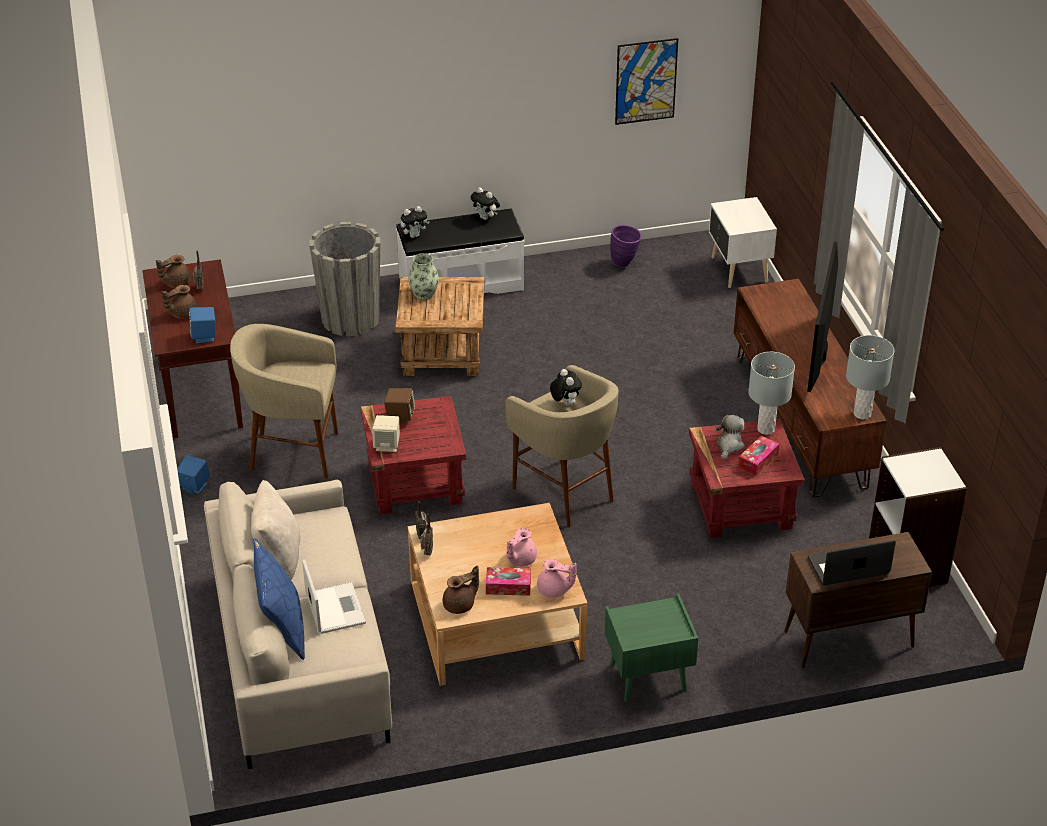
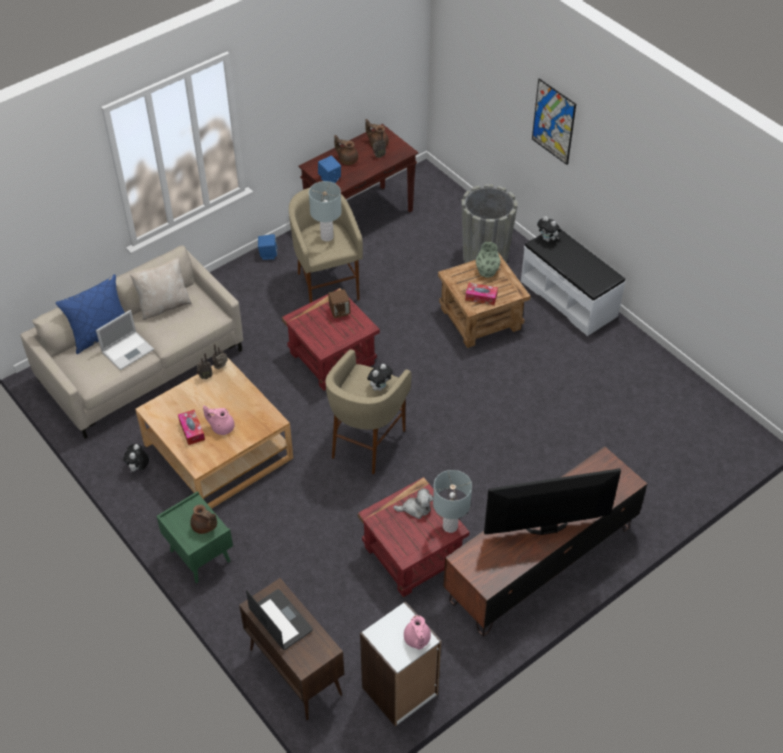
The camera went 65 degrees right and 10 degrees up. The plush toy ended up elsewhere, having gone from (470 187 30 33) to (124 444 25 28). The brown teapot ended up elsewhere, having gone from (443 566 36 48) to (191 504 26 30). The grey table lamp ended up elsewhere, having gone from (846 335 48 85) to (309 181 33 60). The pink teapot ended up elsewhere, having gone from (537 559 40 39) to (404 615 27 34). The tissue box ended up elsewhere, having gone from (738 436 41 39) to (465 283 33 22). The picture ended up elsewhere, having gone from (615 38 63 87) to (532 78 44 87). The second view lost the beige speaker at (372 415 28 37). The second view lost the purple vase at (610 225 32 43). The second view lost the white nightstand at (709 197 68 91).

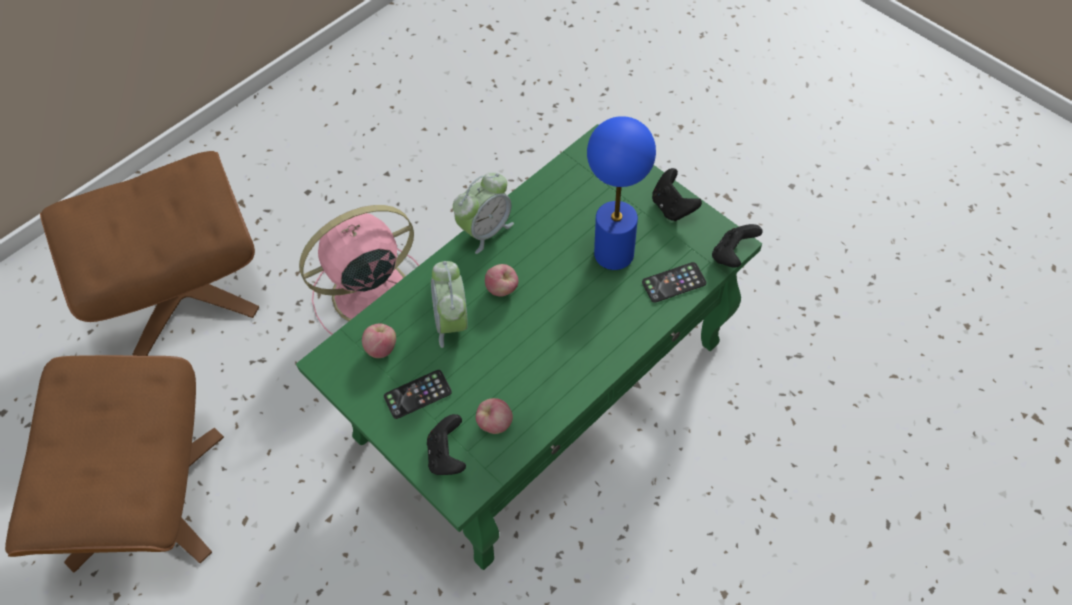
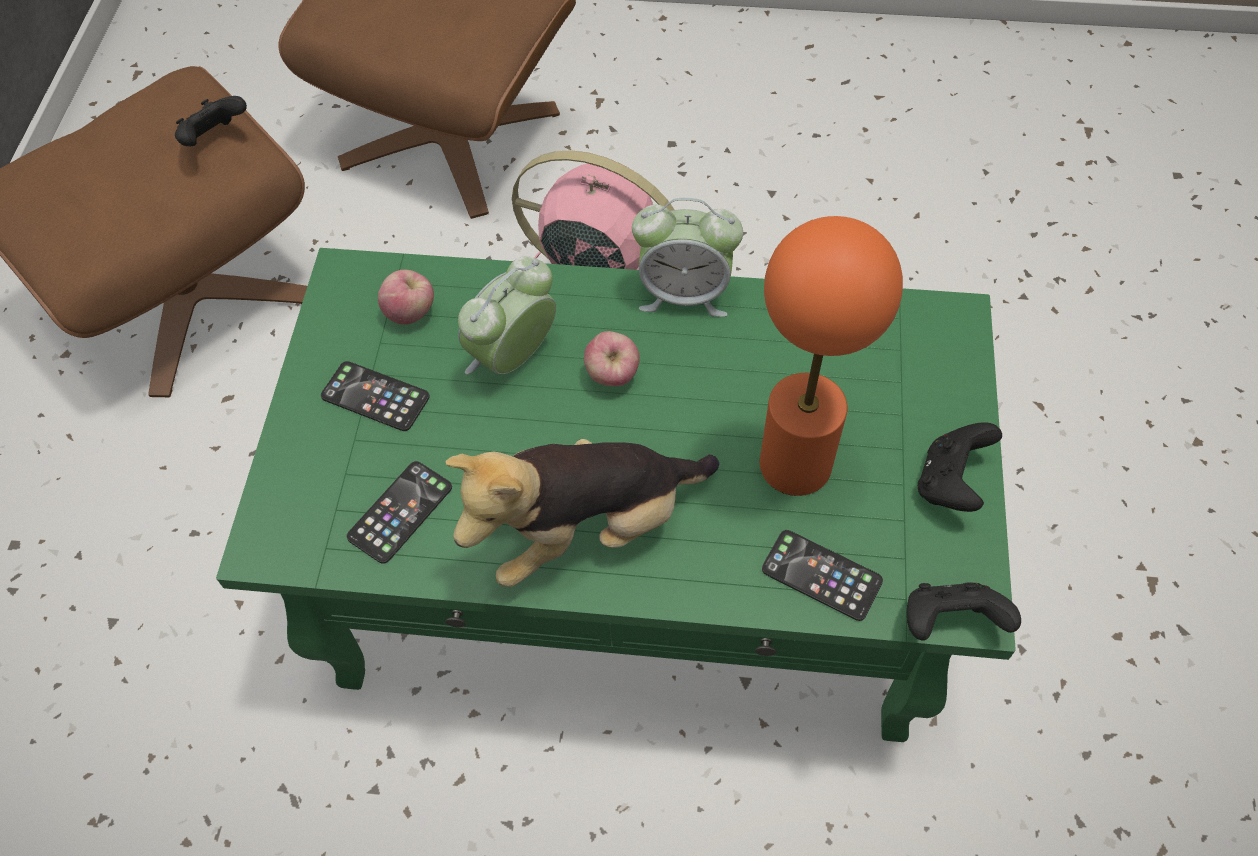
The camera went 50 degrees right and 0 degrees up. The black game controller ended up elsewhere, having gone from (427 414 39 61) to (175 96 72 50). Where the apple stood at (476 398 37 36), the phone came to stand at (347 461 105 103). The second view gained the plush toy at (445 439 274 148). What was the blue table lamp at (587 116 69 154) turned into the orange table lamp at (760 216 143 280).

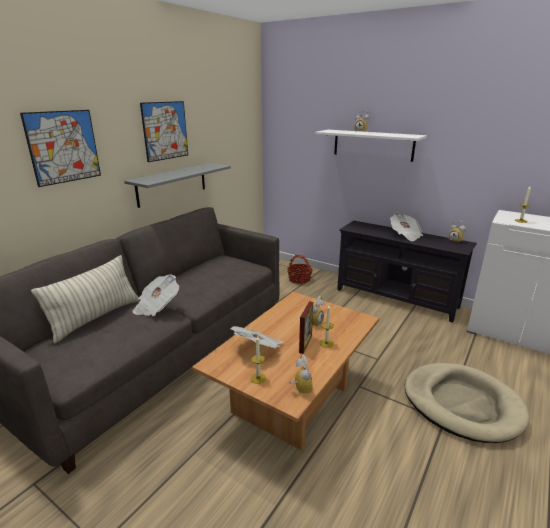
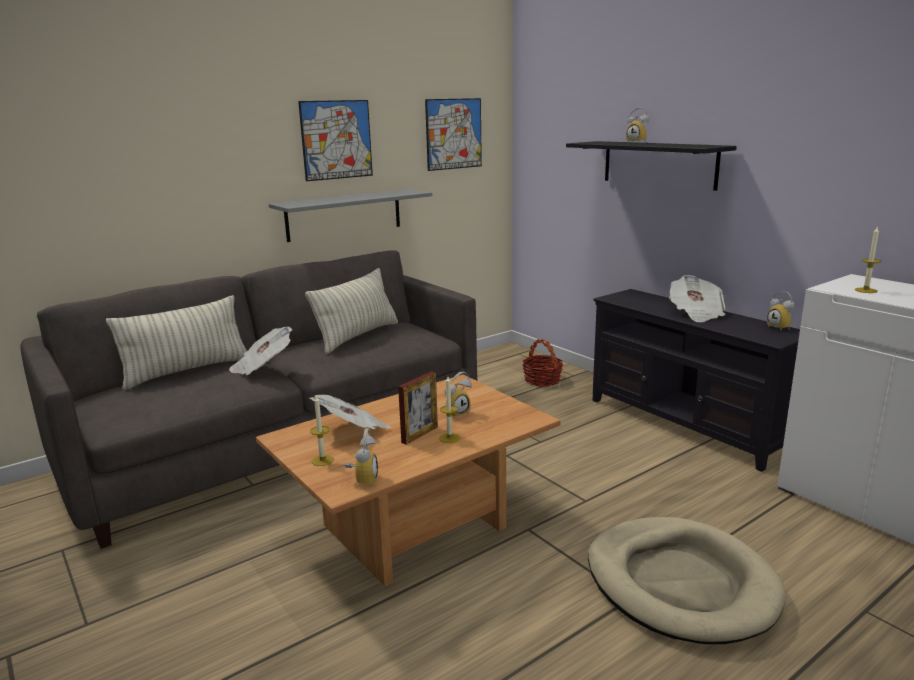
The camera went 20 degrees right and 5 degrees down. The second view gained the pillow at (305 268 93 86). The picture ended up elsewhere, having gone from (20 110 81 77) to (425 98 57 73). What was the white shelf at (315 130 112 32) turned into the black shelf at (566 141 171 50).

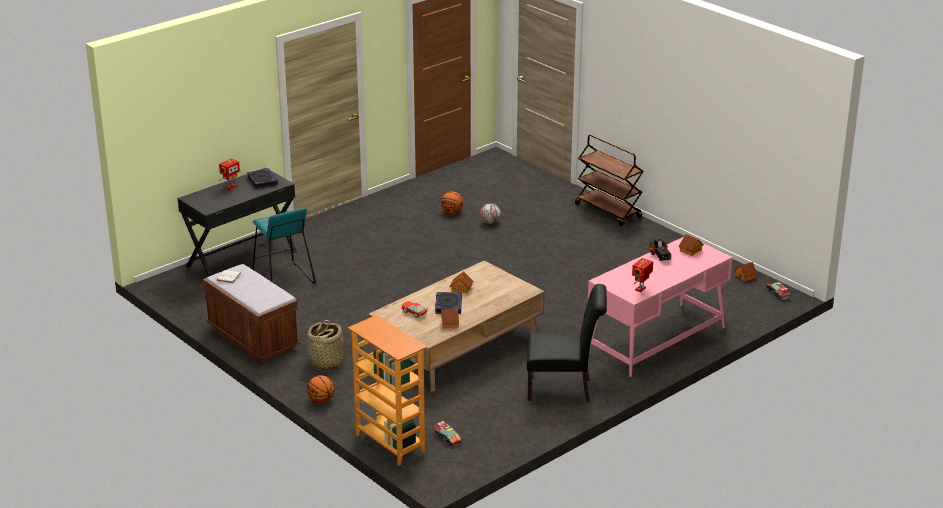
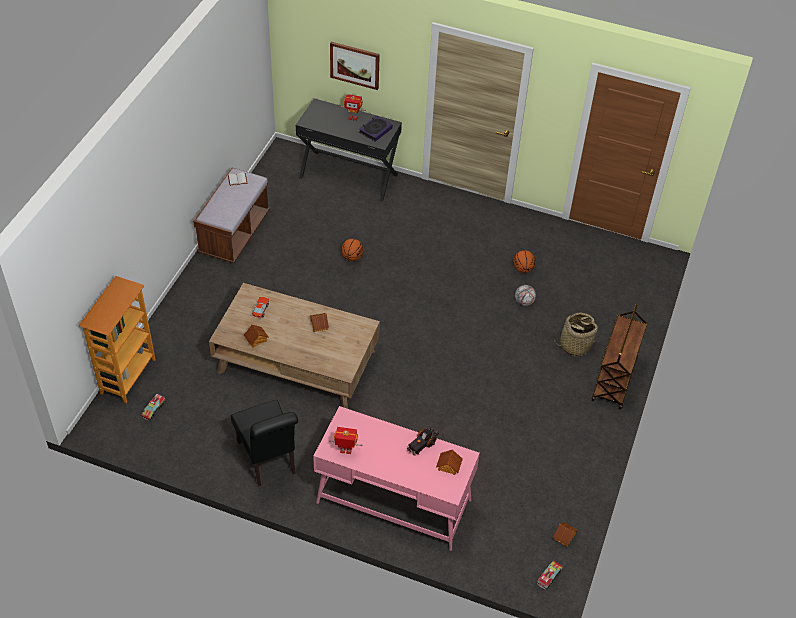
The camera went 60 degrees right and 20 degrees up. The second view gained the picture at (330 42 50 48). The basketball ended up elsewhere, having gone from (307 375 27 28) to (341 239 22 22). The basket ended up elsewhere, having gone from (307 320 37 50) to (554 312 44 44). The second view lost the turquoise stool at (252 208 64 76). The second view lost the book at (435 292 27 22).

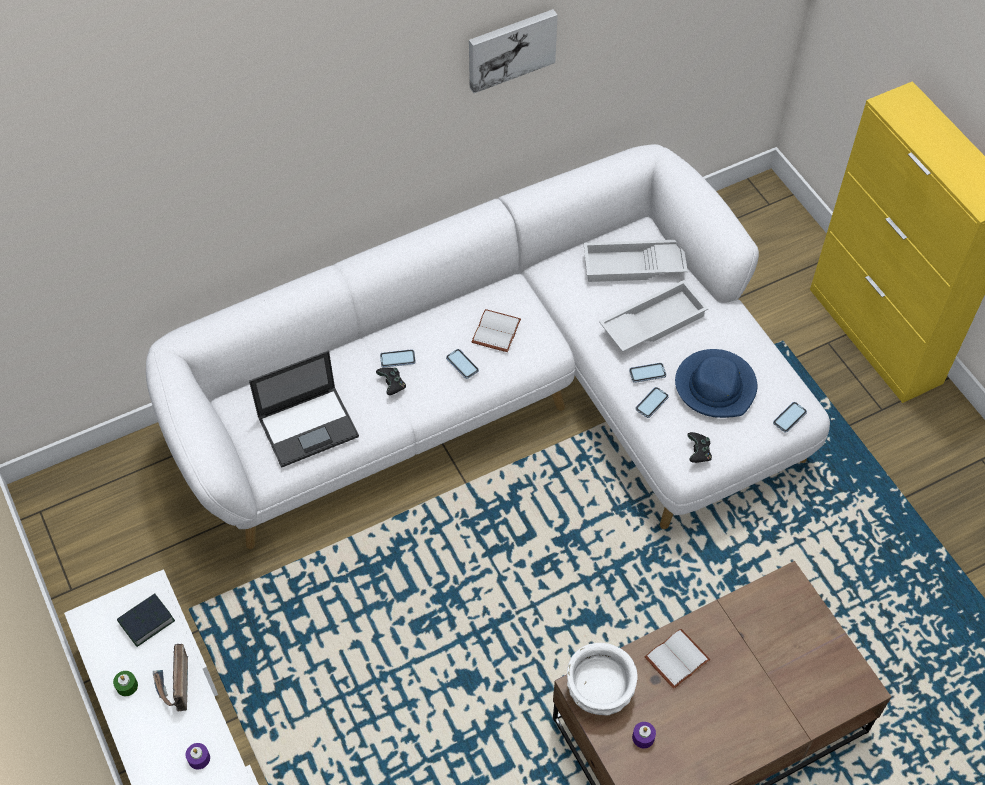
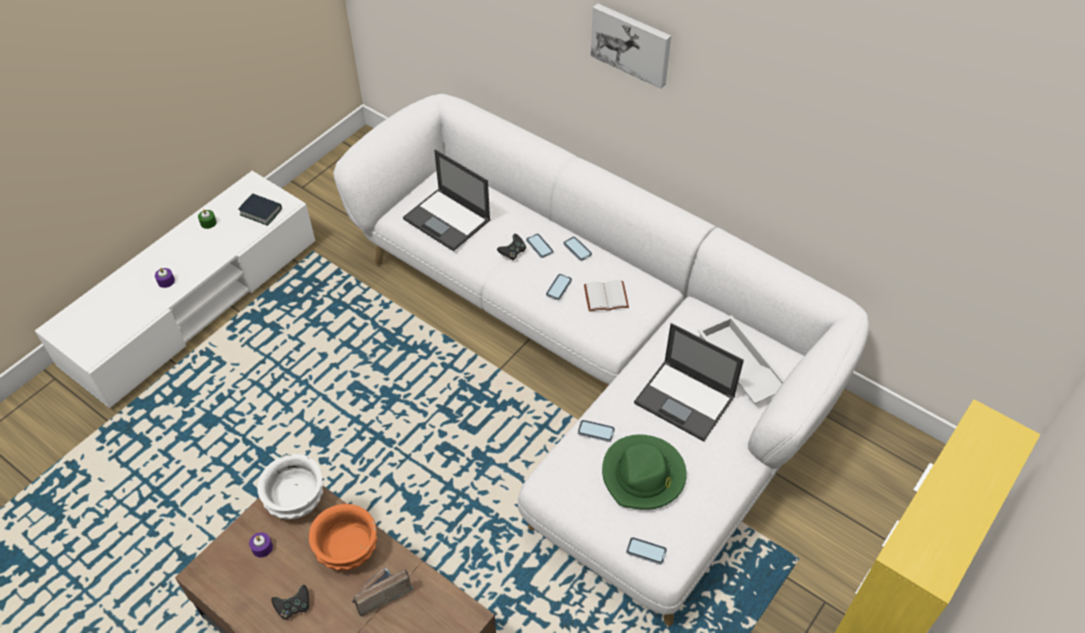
The camera went 65 degrees right and 5 degrees down. The black game controller ended up elsewhere, having gone from (687 432 25 31) to (272 585 37 35). Where the white book stood at (645 628 65 61), the orange bowl came to stand at (309 504 68 67). The radio ended up elsewhere, having gone from (153 644 35 67) to (352 567 61 49). The phone ended up elsewhere, having gone from (629 363 37 20) to (563 237 29 24). The picture ended up elsewhere, having gone from (469 9 89 84) to (591 4 80 85). What was the blue hat at (675 349 82 69) turned into the green hat at (602 435 85 75). Where the white tray stood at (599 280 110 72), the laptop came to stand at (634 323 110 119).

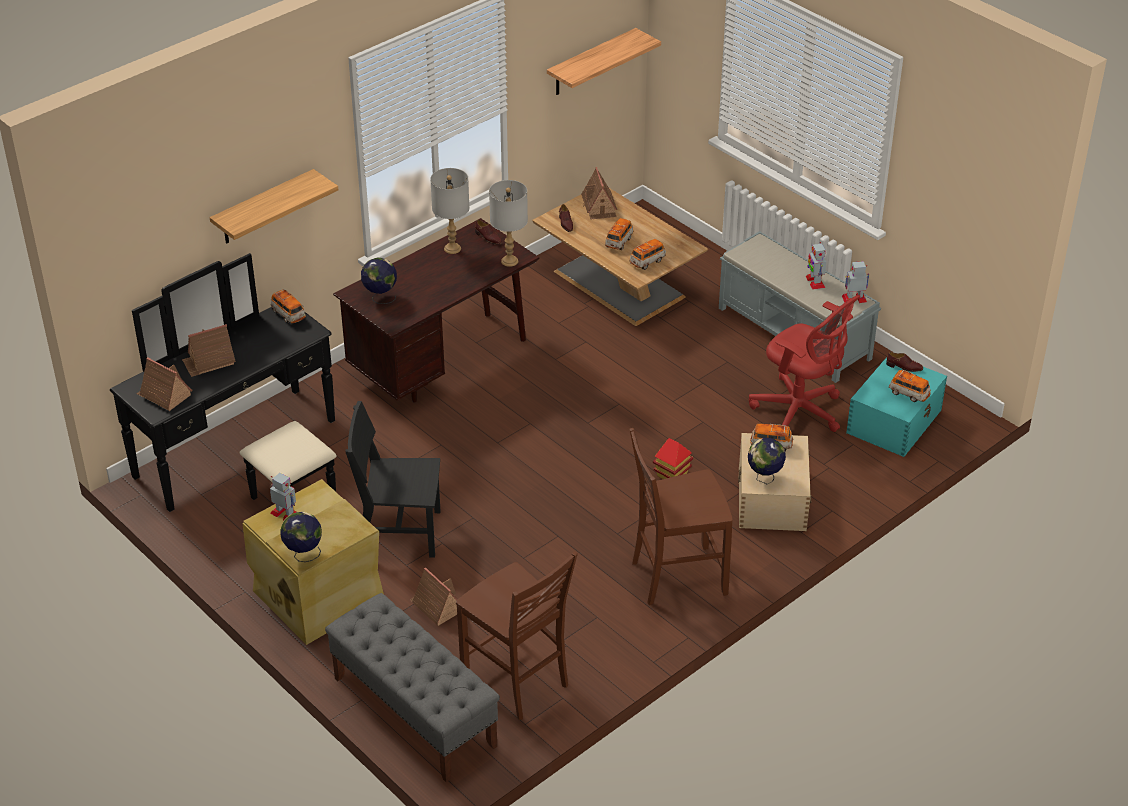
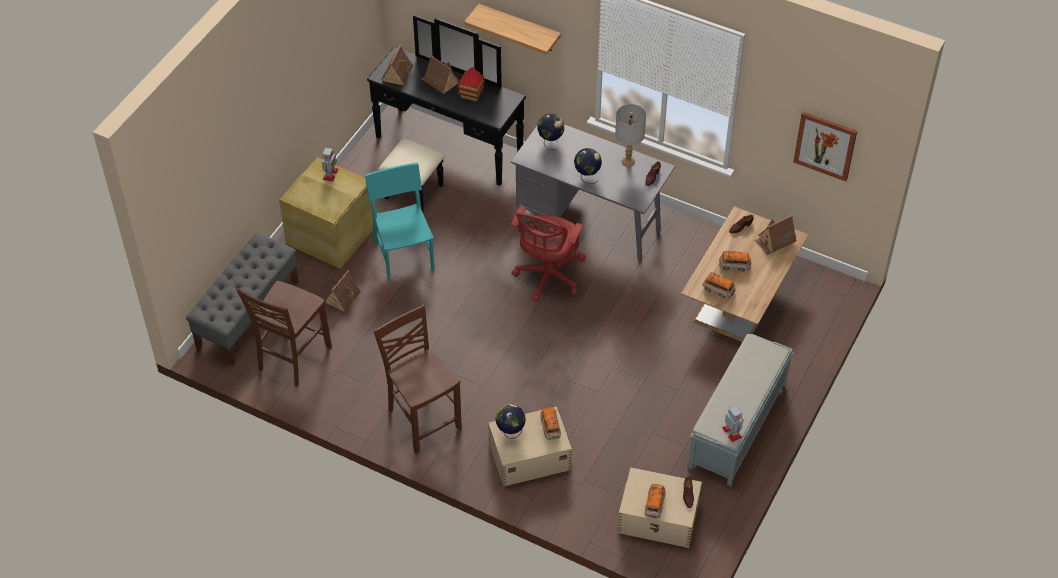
The camera went 70 degrees right and 10 degrees up. What was the black chair at (345 401 95 157) turned into the turquoise chair at (365 163 69 119). The toy house ended up elsewhere, having gone from (653 438 40 41) to (457 67 28 34). What was the brown desk at (333 218 206 185) turned into the grey desk at (511 124 164 137). The red office chair ended up elsewhere, having gone from (749 295 111 137) to (511 206 74 96). The globe ended up elsewhere, having gone from (280 512 42 50) to (574 148 28 36). What was the turquoise storage box at (846 357 101 100) turned into the beige storage box at (617 467 85 81). Where the shelf hung at (547 28 114 67), the picture came to hang at (793 111 64 70). The second view lost the toy car at (270 289 36 34). The second view lost the grey table lamp at (489 180 39 87). The second view lost the toy robot at (806 242 20 48).

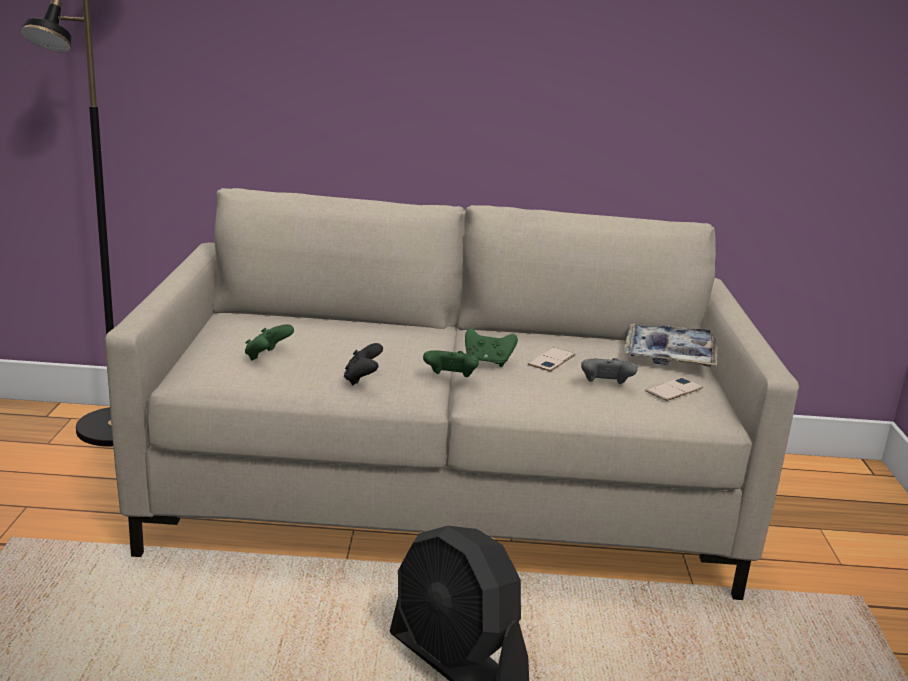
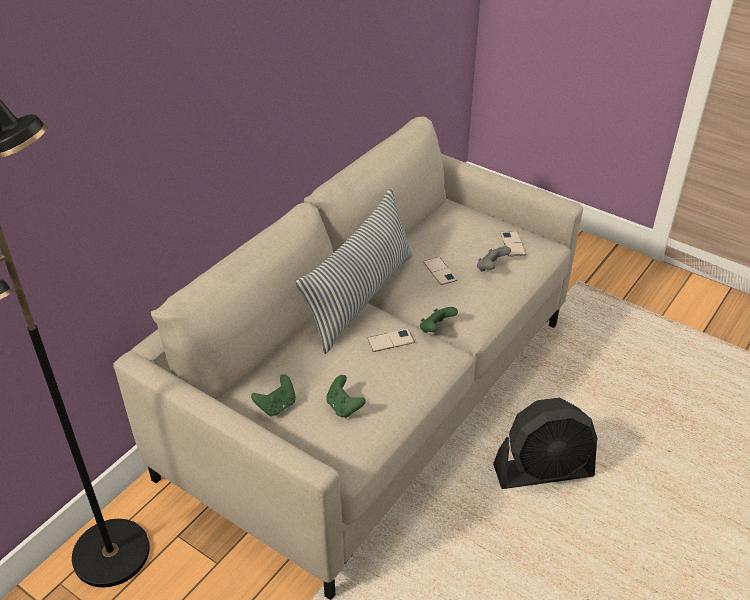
The camera went 55 degrees left and 20 degrees up. The green game controller ended up elsewhere, having gone from (465 328 53 39) to (251 374 45 42). The second view gained the pillow at (296 188 117 166). The second view gained the phone at (367 329 48 23). The second view lost the black game controller at (344 343 39 42). The second view lost the tray at (623 324 95 43).

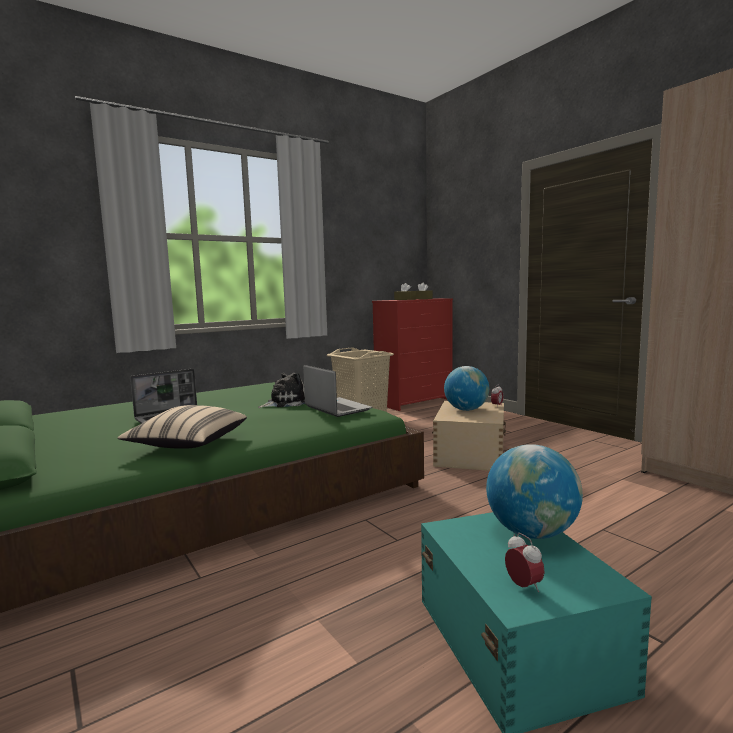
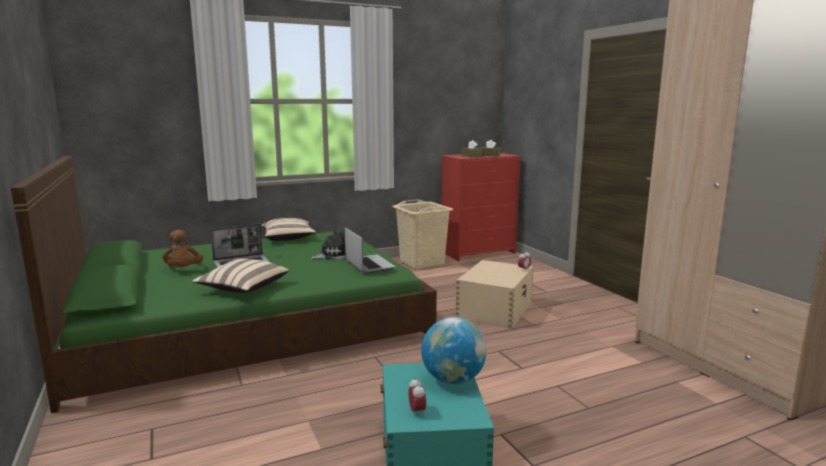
The camera went 10 degrees right and 5 degrees up. The second view gained the brown plush toy at (162 230 41 37). The second view gained the beige pillow at (262 218 54 23). The second view lost the globe at (444 366 45 45).

